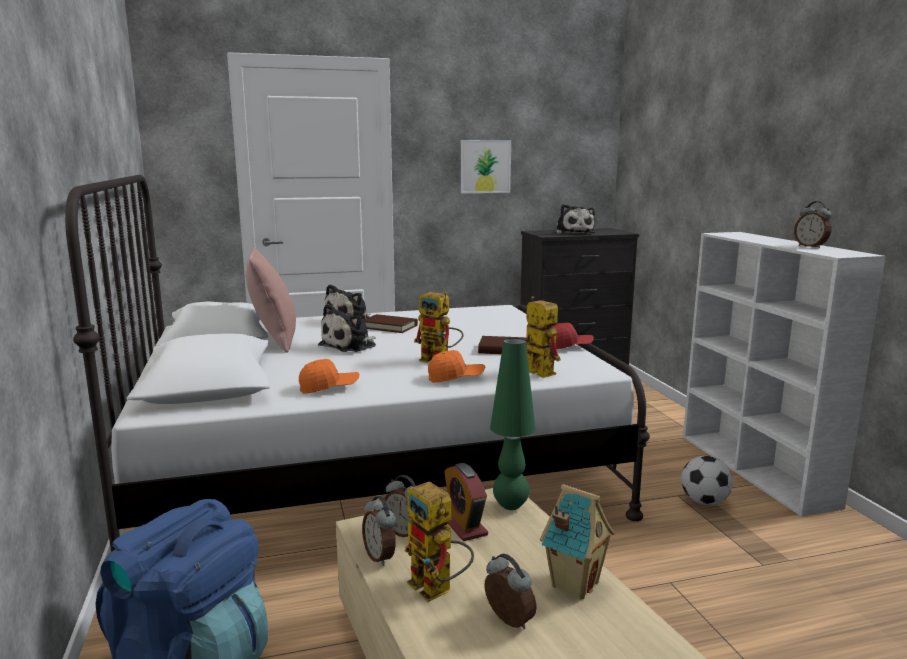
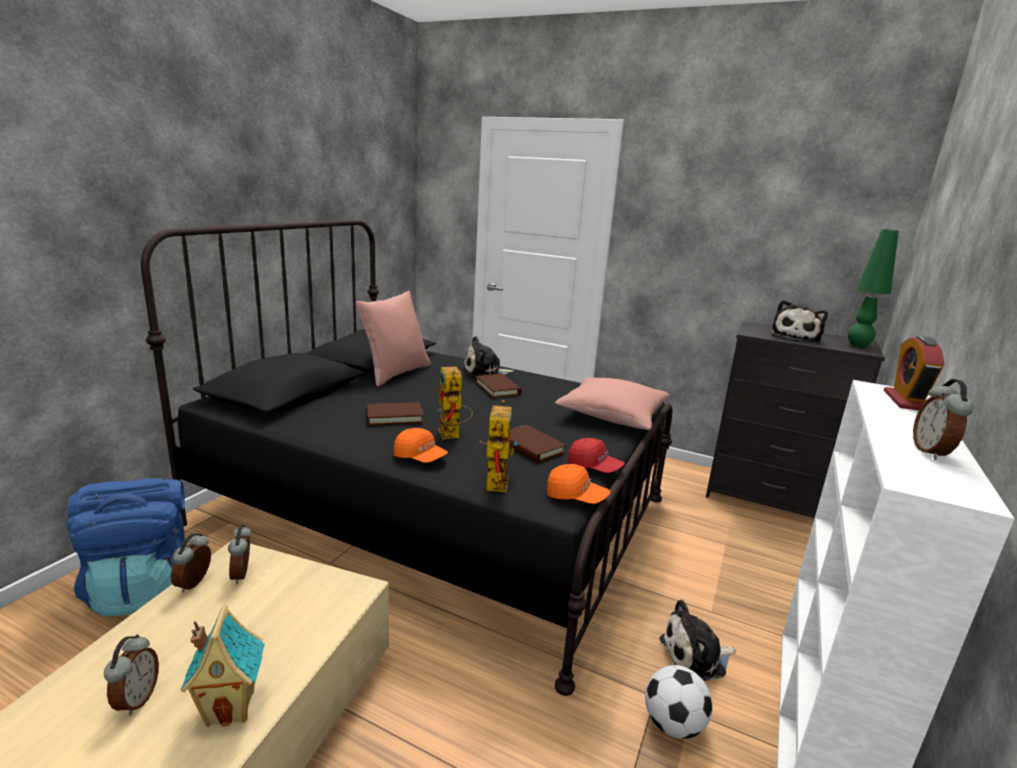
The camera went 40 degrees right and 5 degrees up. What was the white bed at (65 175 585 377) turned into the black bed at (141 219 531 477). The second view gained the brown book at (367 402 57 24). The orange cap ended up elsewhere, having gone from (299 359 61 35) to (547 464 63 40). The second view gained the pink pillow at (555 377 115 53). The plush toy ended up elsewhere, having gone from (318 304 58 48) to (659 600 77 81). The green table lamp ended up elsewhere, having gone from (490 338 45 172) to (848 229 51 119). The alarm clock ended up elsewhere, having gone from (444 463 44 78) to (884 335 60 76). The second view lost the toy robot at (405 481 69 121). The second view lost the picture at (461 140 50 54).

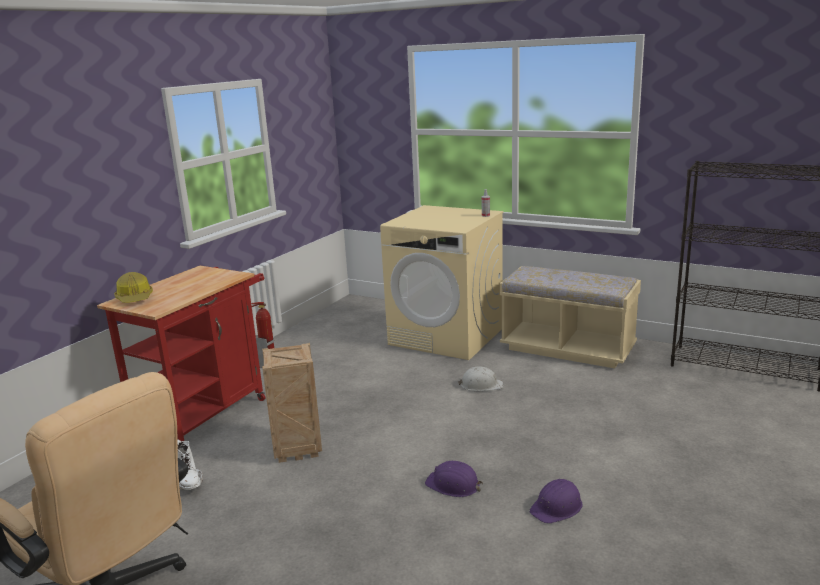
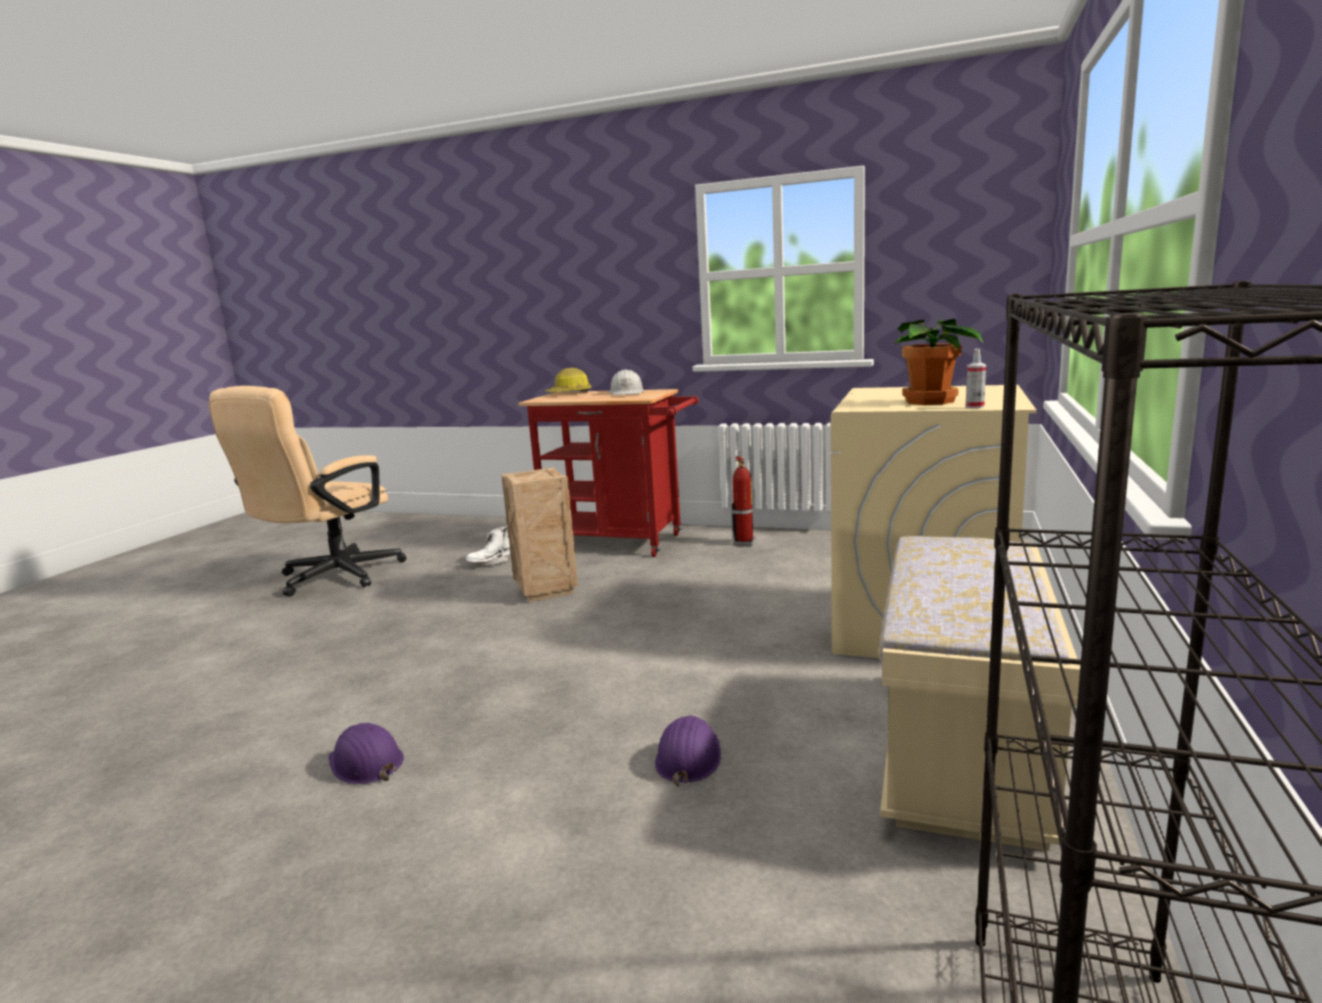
The camera went 80 degrees right and 5 degrees down. The white hard hat ended up elsewhere, having gone from (458 366 45 25) to (609 369 35 26). The purple hard hat ended up elsewhere, having gone from (425 461 58 36) to (655 716 66 71). The second view gained the potted plant at (894 319 89 86).

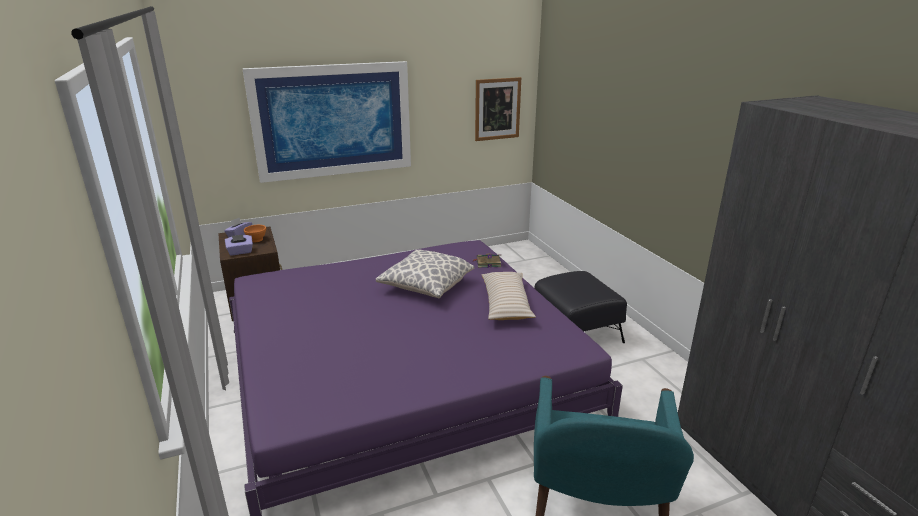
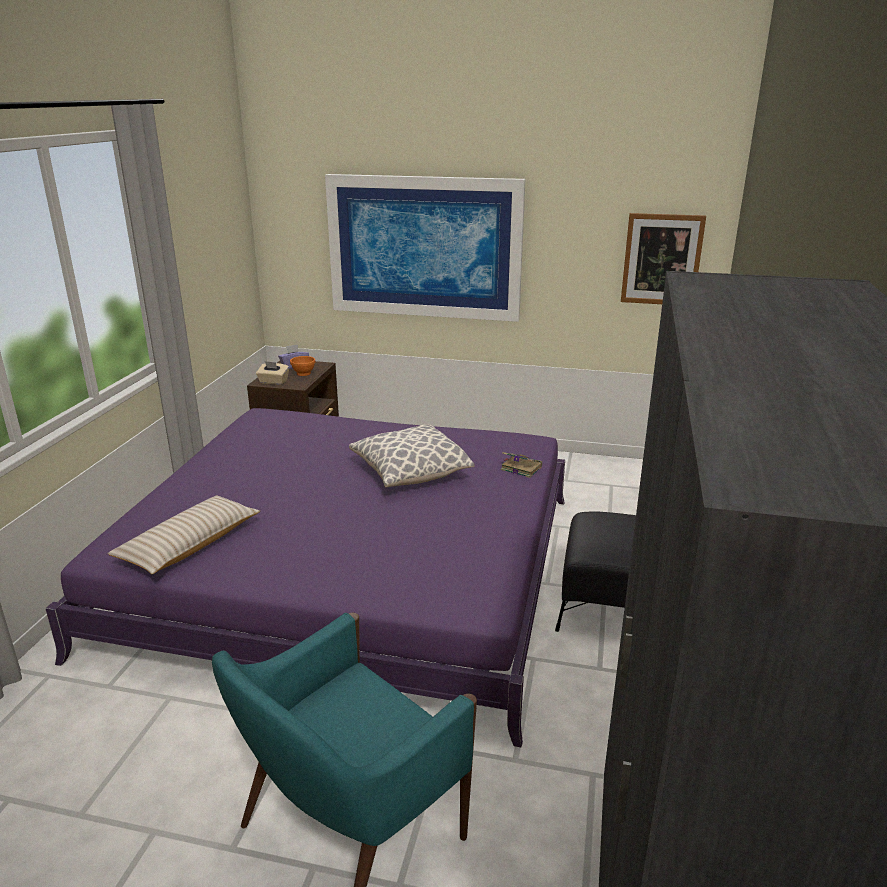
The camera went 35 degrees right and 0 degrees up. The beige pillow ended up elsewhere, having gone from (482 272 54 48) to (108 495 152 79). What was the purple tissue box at (225 235 28 21) turned into the beige tissue box at (256 361 33 24).

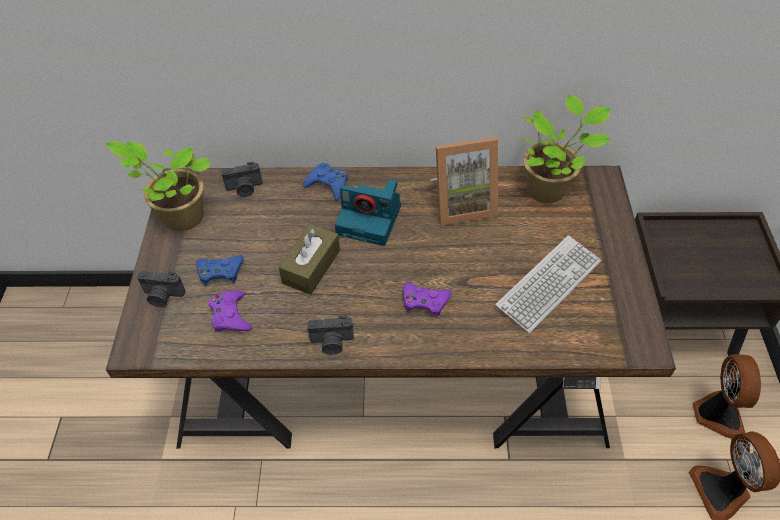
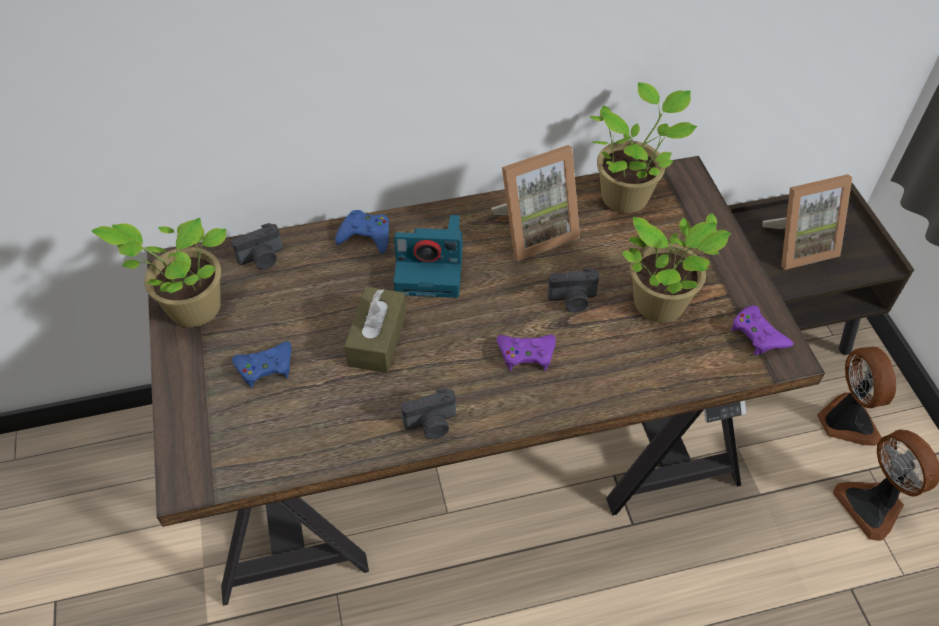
The camera went 15 degrees left and 0 degrees up. The photo camera ended up elsewhere, having gone from (137 271 49 36) to (547 268 52 44). Where the keyboard stood at (495 236 106 97), the potted plant came to stand at (622 213 109 109). The purple game controller ended up elsewhere, having gone from (208 290 44 42) to (731 306 63 49). The second view gained the picture frame at (762 174 90 96).

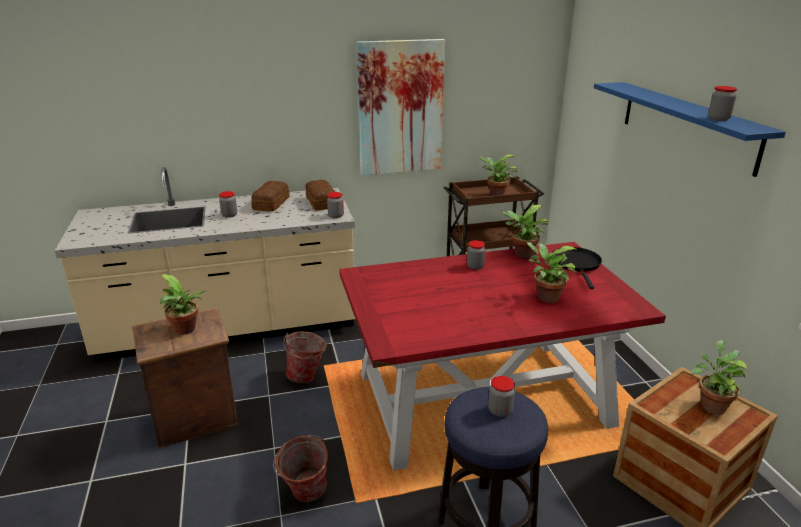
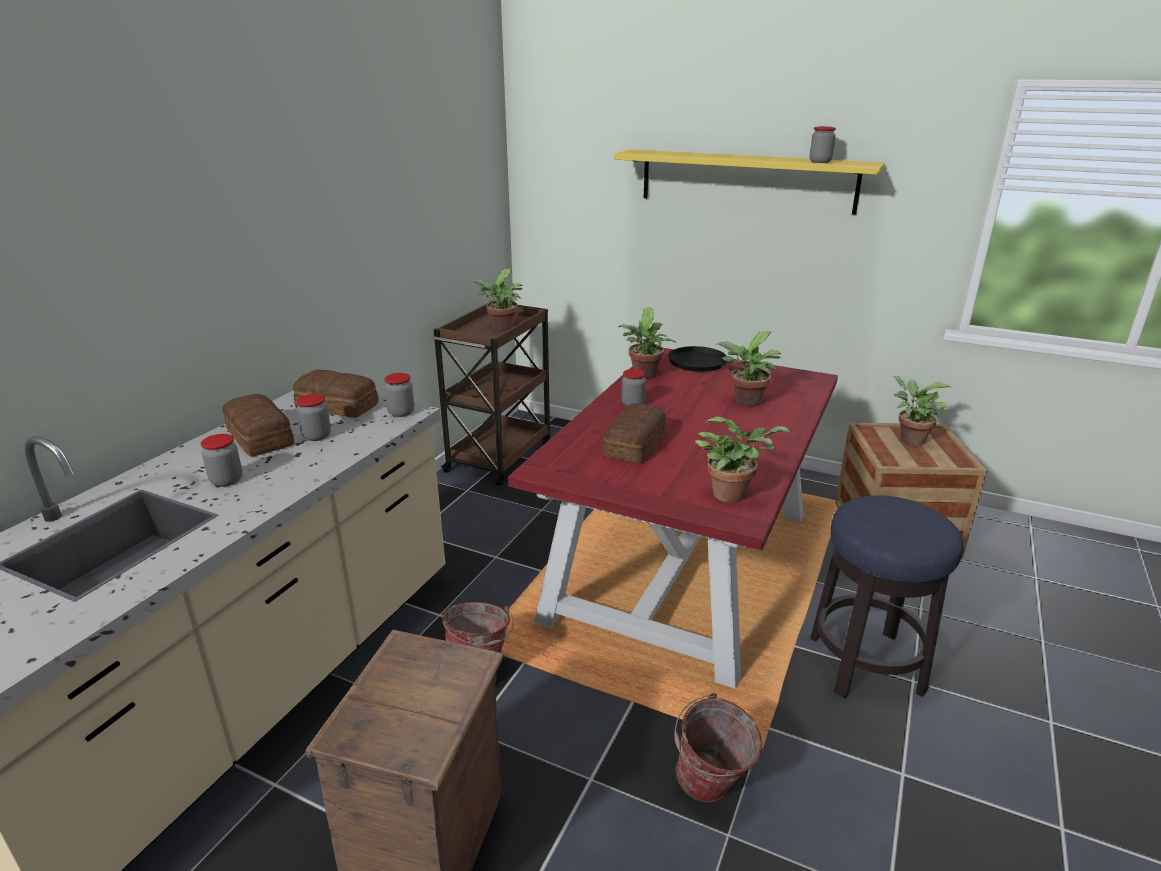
The camera went 50 degrees left and 0 degrees up. The jar ended up elsewhere, having gone from (488 376 27 41) to (296 394 35 47). The second view gained the bread at (603 403 63 60). What was the blue shelf at (594 82 192 95) turned into the yellow shelf at (614 150 271 65). The potted plant ended up elsewhere, having gone from (160 274 46 61) to (695 416 94 87). The second view lost the picture at (357 39 88 136).

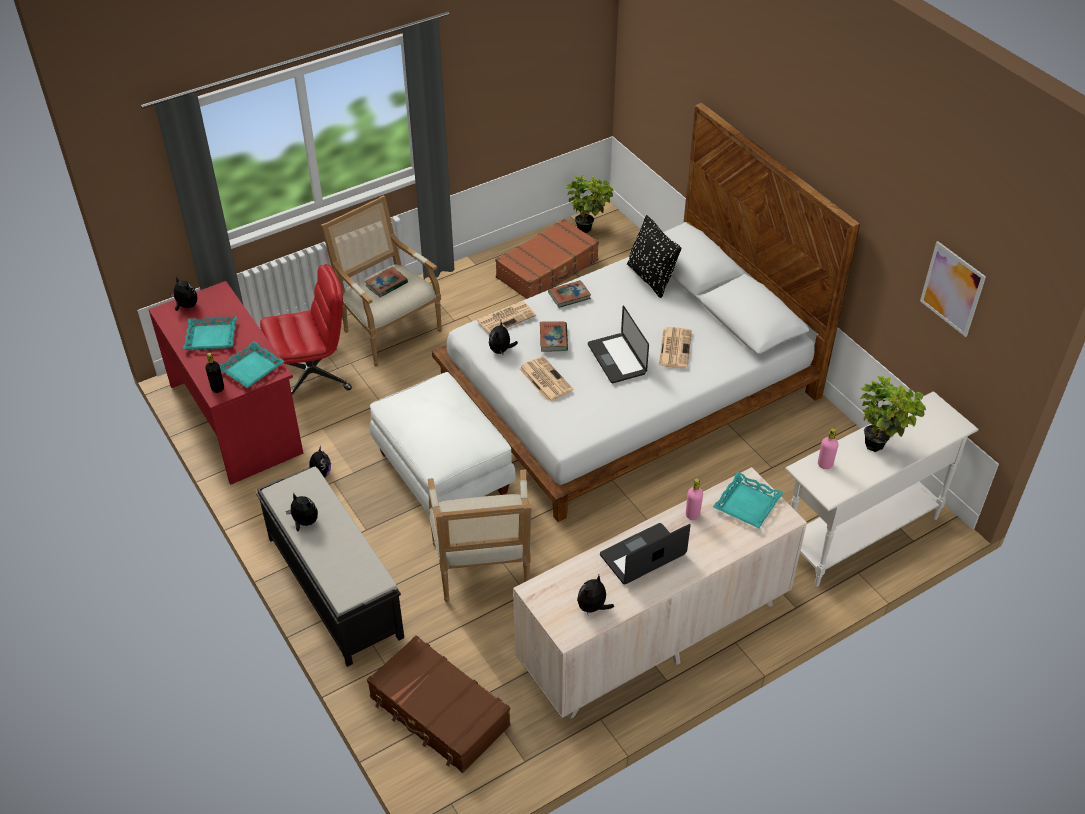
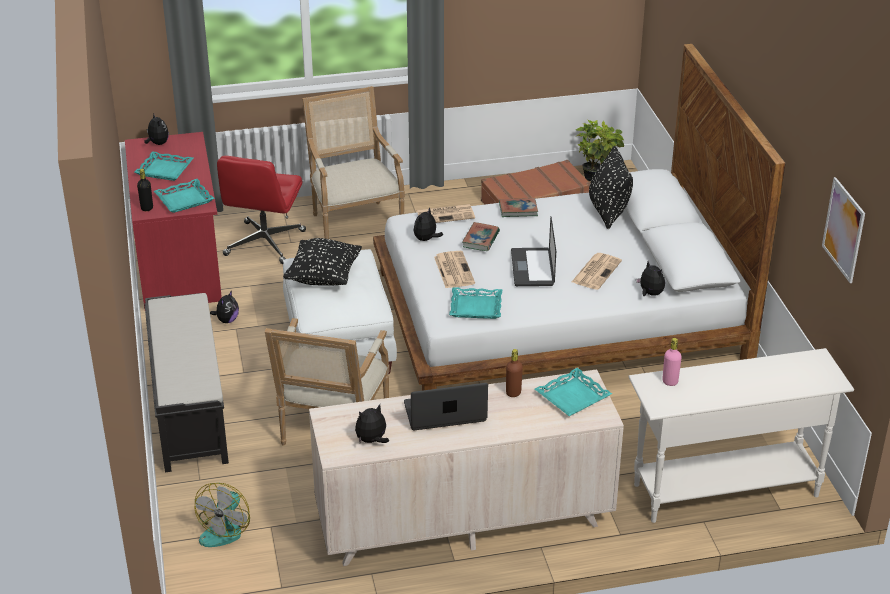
The camera went 20 degrees right and 10 degrees down. Where the brown suitcase stood at (367 635 144 138), the fan came to stand at (195 483 55 64). The red office chair at (260 264 92 131) ended up facing another way, 105 degrees clockwise from before. The second view gained the black pillow at (283 238 79 48). The second view gained the turquoise tray at (449 287 53 32). What was the pink bottle at (686 478 17 42) turned into the brown bottle at (506 349 17 48). The plush toy ended up elsewhere, having gone from (286 492 32 40) to (636 261 29 35). The second view lost the book at (365 267 43 30). The second view lost the potted plant at (860 376 66 76).

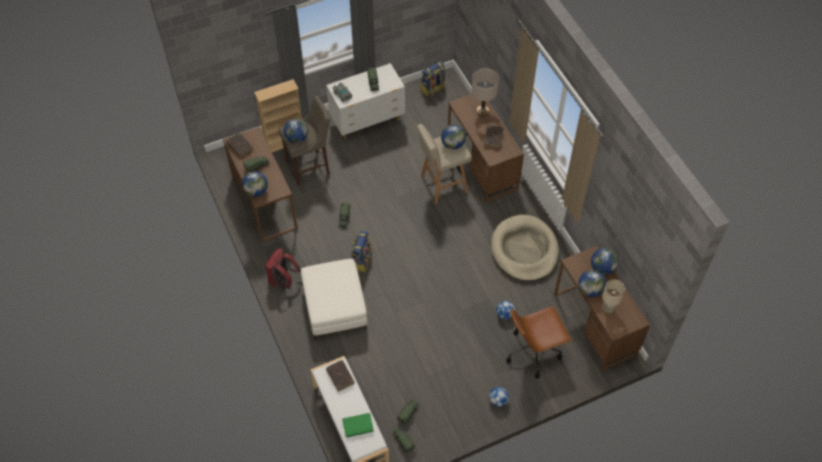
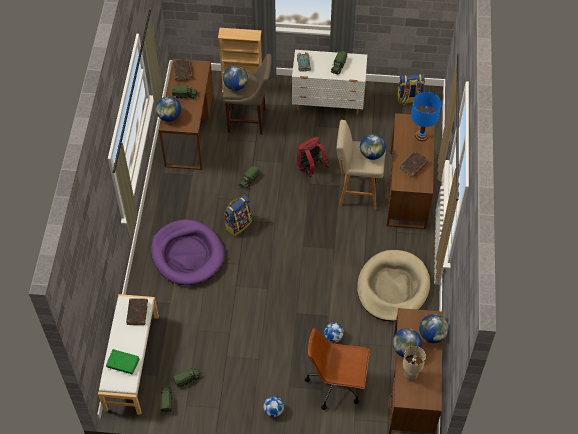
The camera went 30 degrees right and 0 degrees up. Where the white ottoman stood at (301 259 66 81), the purple dog bed came to stand at (151 220 74 65). The red backpack ended up elsewhere, having gone from (265 248 36 41) to (297 137 32 40). What was the beige table lamp at (471 68 28 48) turned into the blue table lamp at (411 92 30 49).

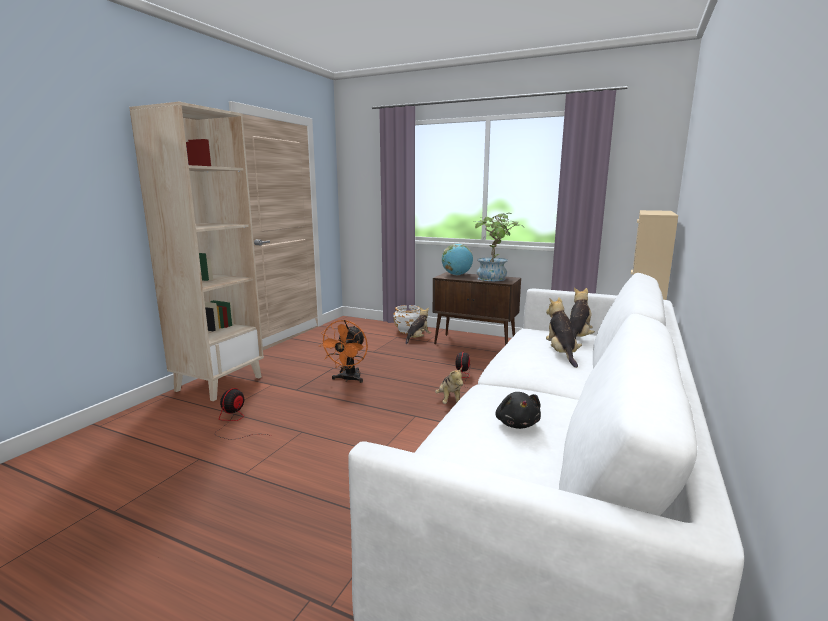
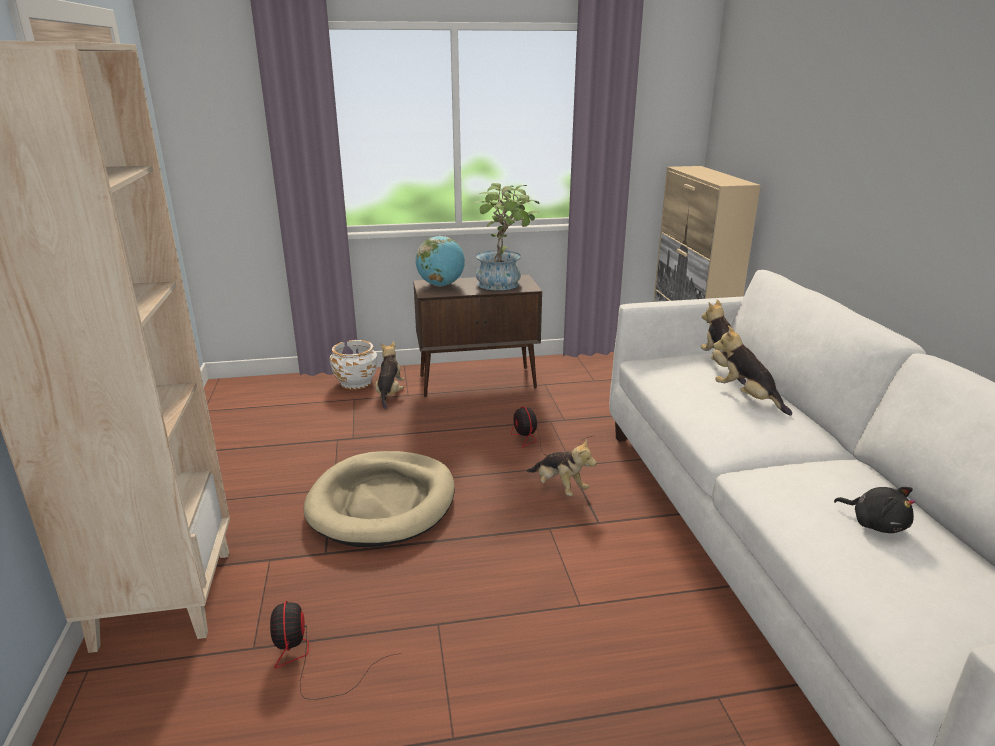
The camera went 35 degrees left and 10 degrees up. Where the orange fan stood at (319 320 49 63), the beige dog bed came to stand at (303 451 152 96).

